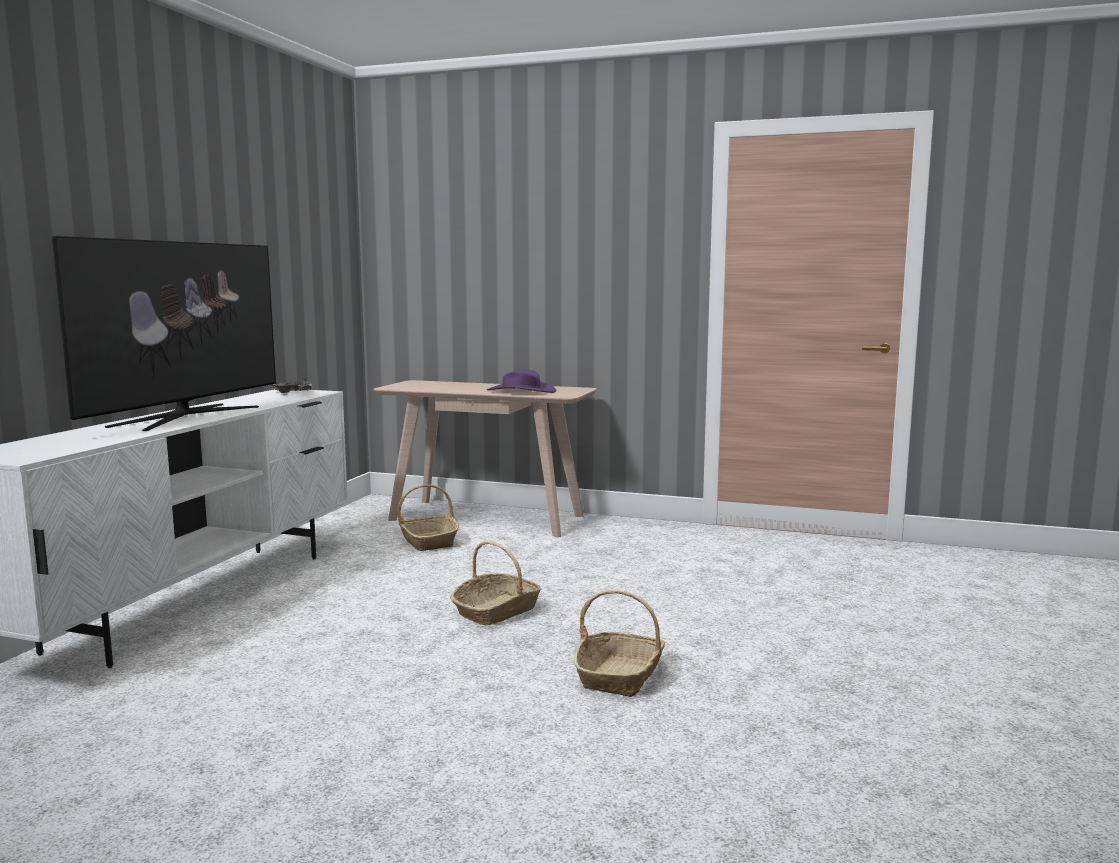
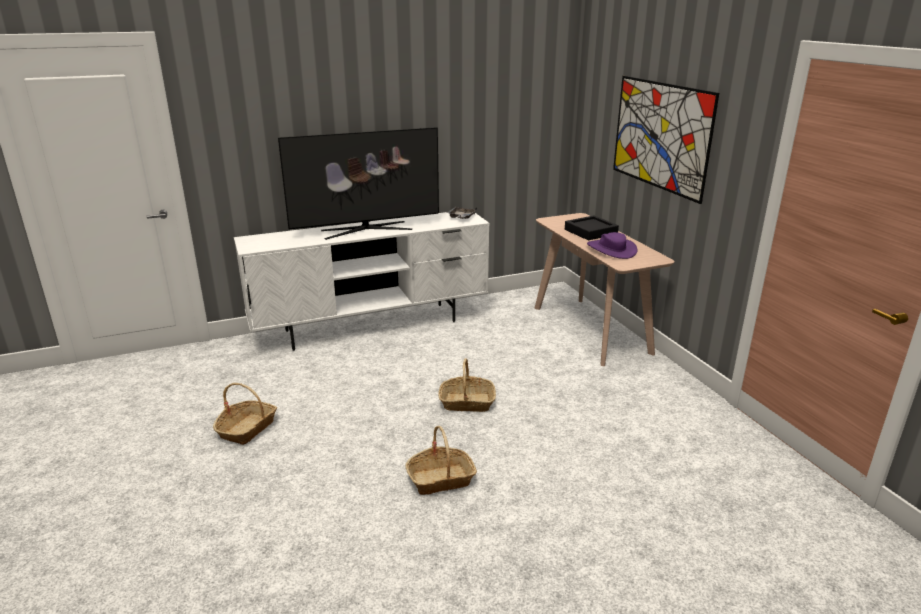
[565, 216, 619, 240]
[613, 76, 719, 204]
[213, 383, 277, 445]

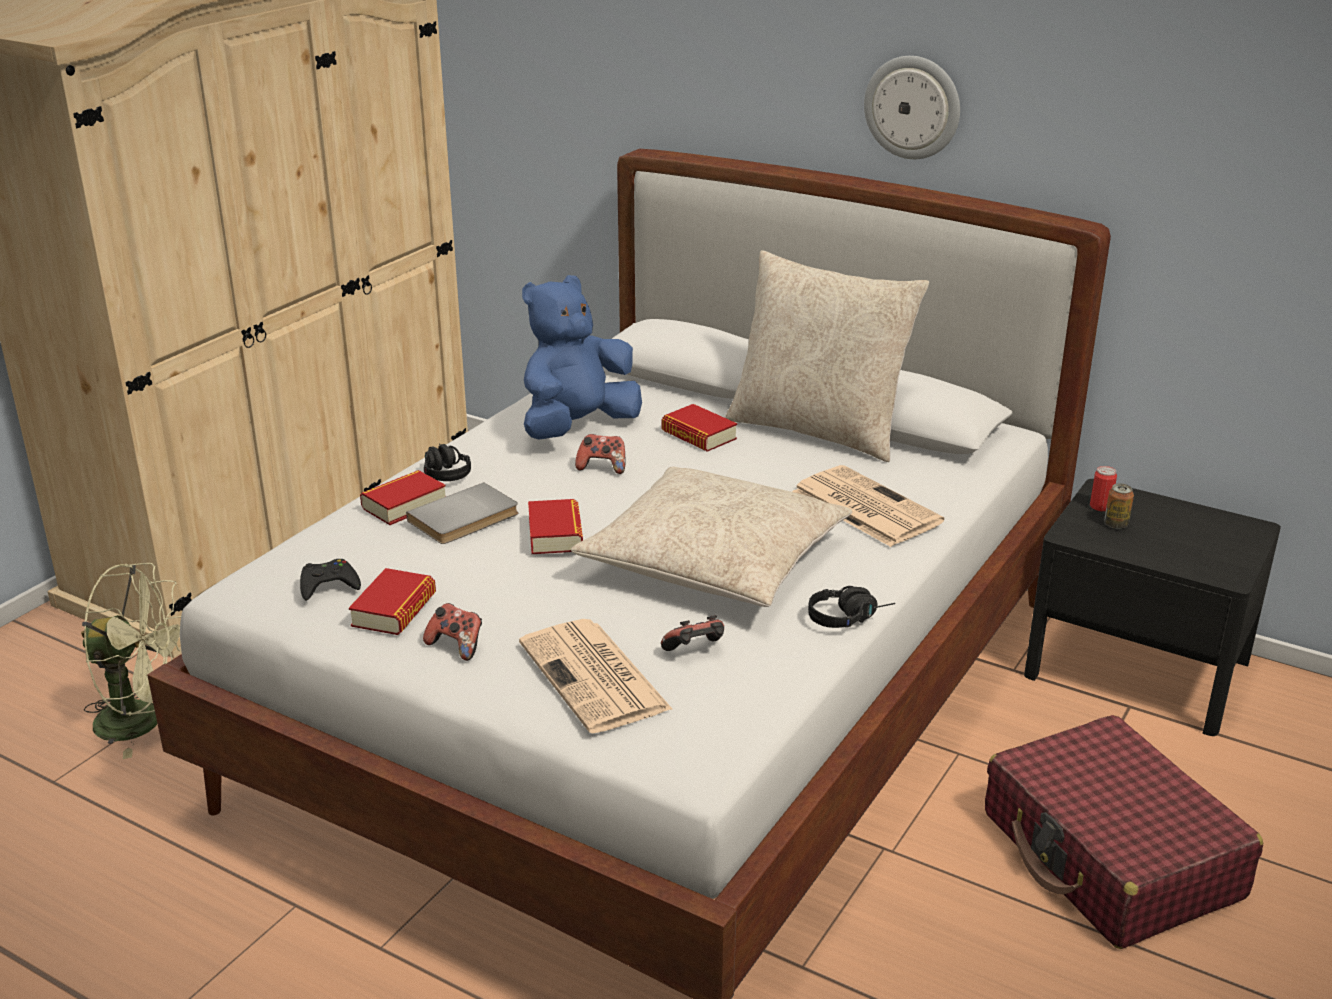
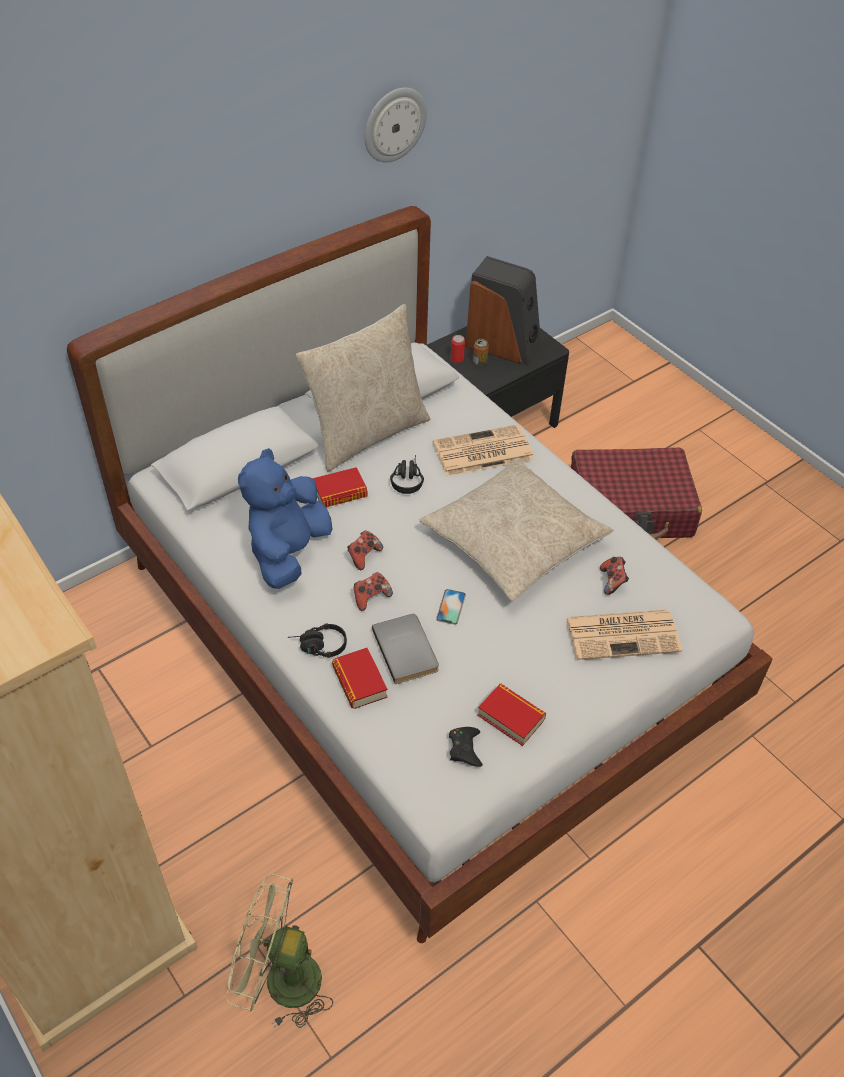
[466, 256, 541, 365]
[354, 572, 393, 611]
[390, 455, 424, 494]
[364, 88, 427, 163]
[436, 589, 466, 625]
[227, 874, 333, 1028]
[238, 448, 332, 589]

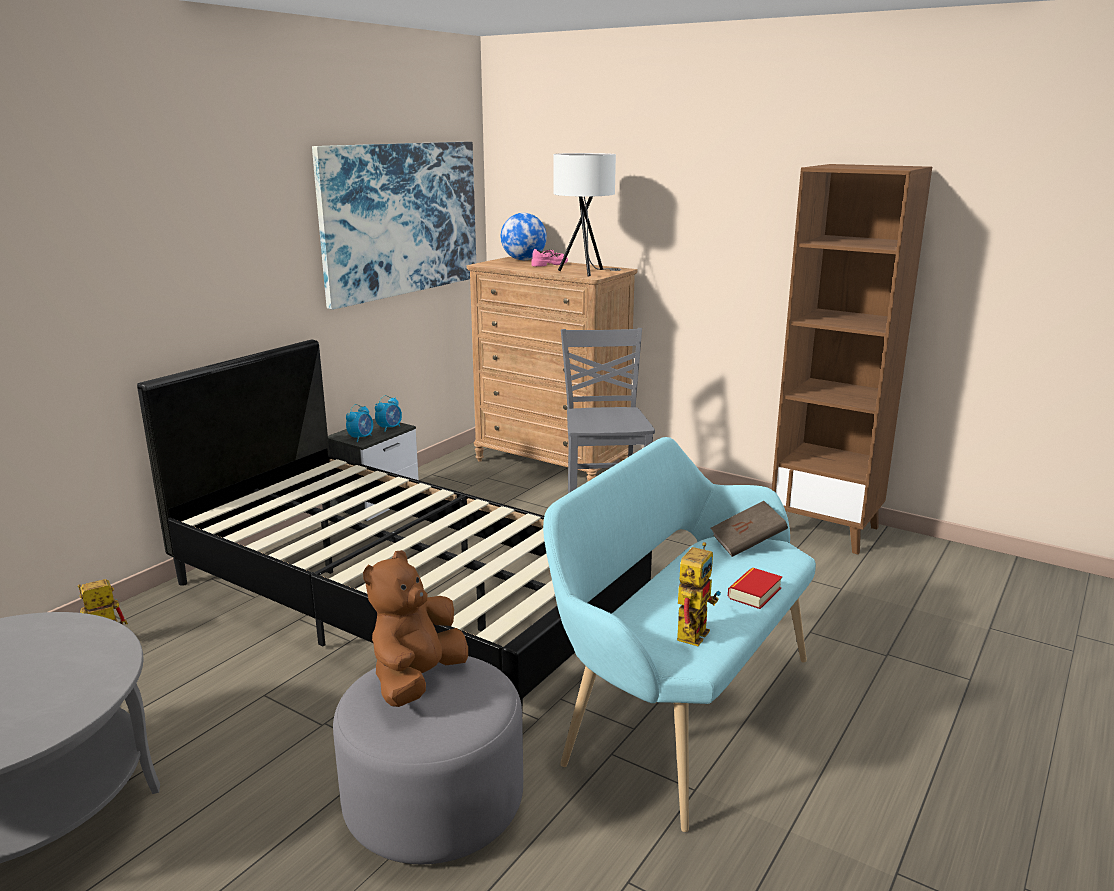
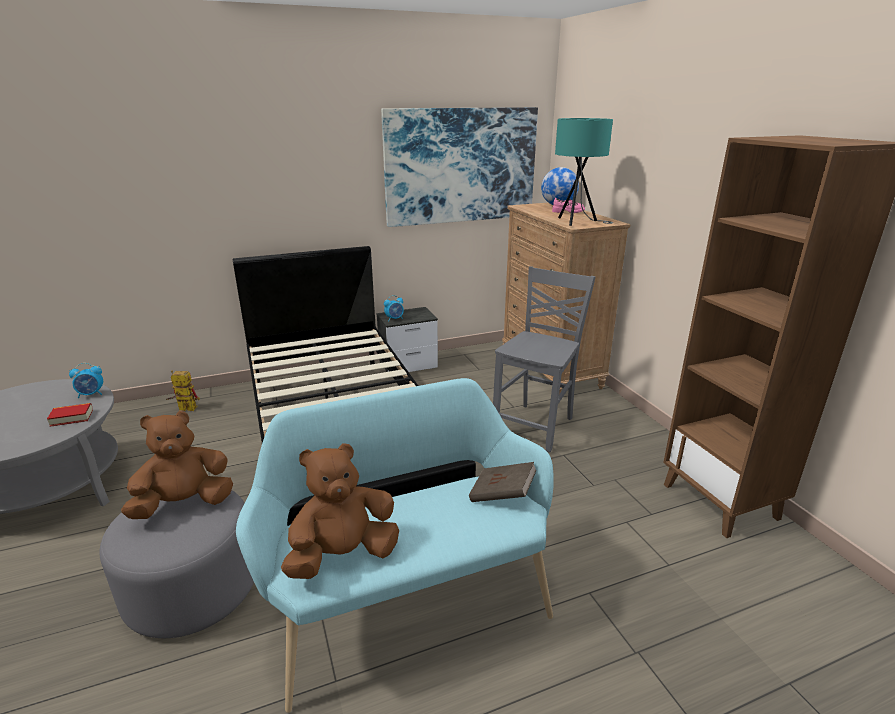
[69, 363, 103, 398]
[47, 403, 93, 427]
[281, 443, 399, 579]
[555, 118, 613, 226]

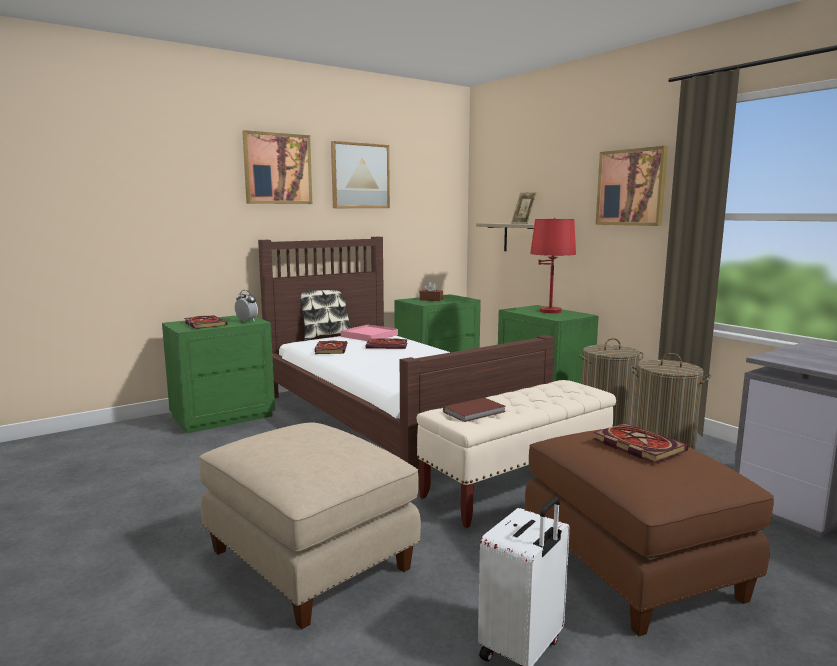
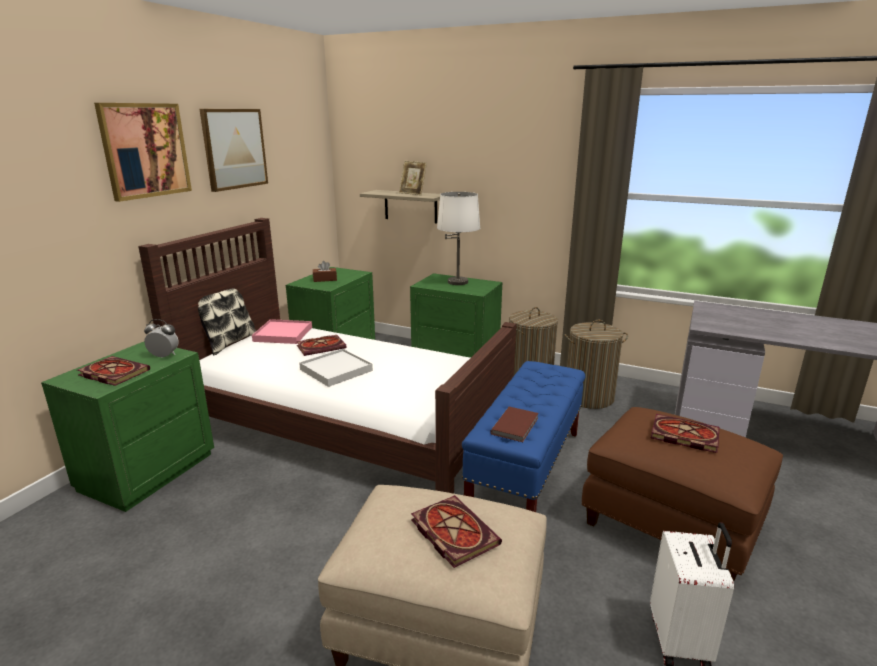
[596, 146, 668, 226] (first image)
[299, 349, 373, 387]
[411, 495, 502, 568]
[462, 361, 585, 512]
[437, 192, 480, 285]

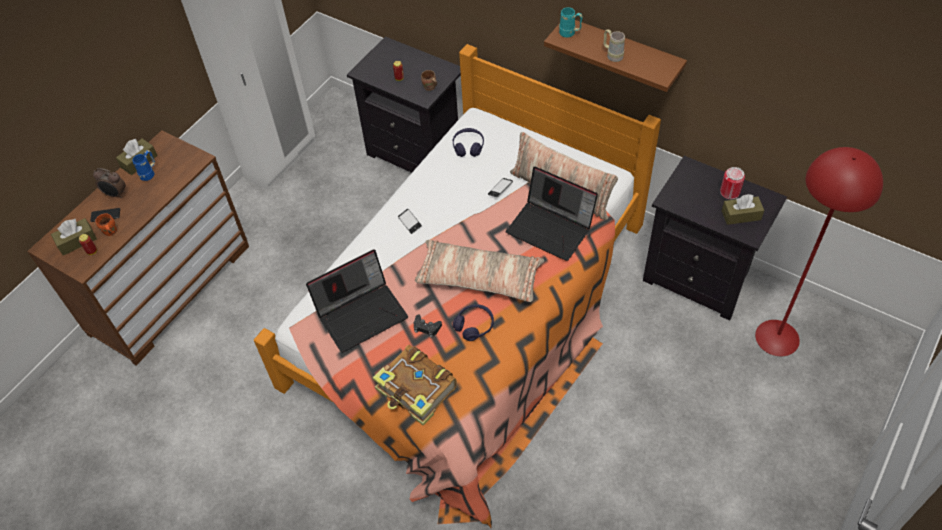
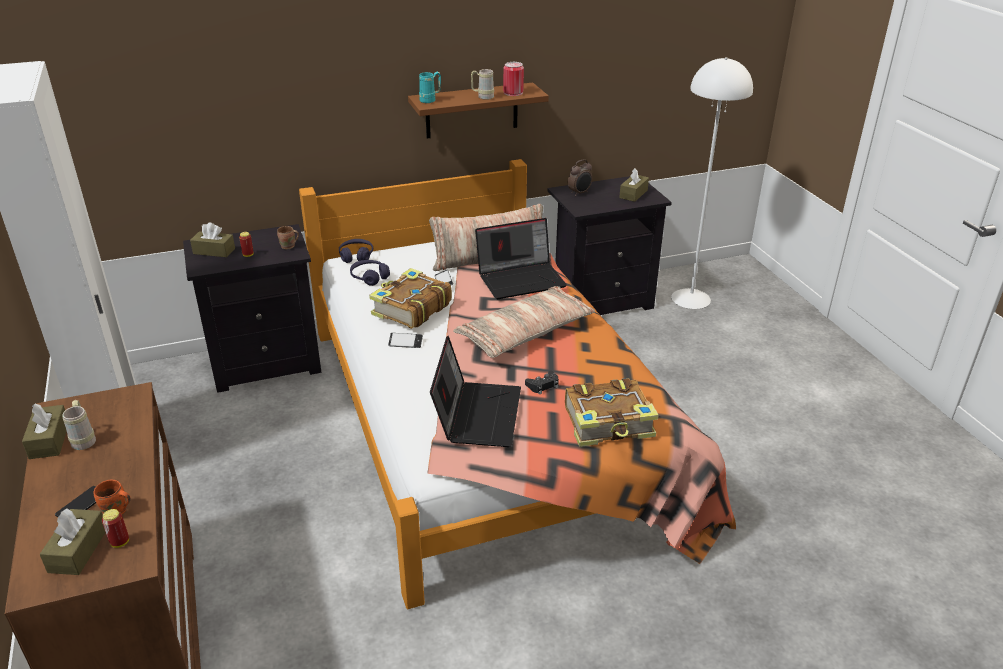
[190, 222, 235, 257]
[369, 268, 452, 329]
[568, 159, 592, 196]
[339, 239, 373, 263]
[503, 62, 524, 96]
[62, 400, 96, 450]
[671, 57, 753, 309]

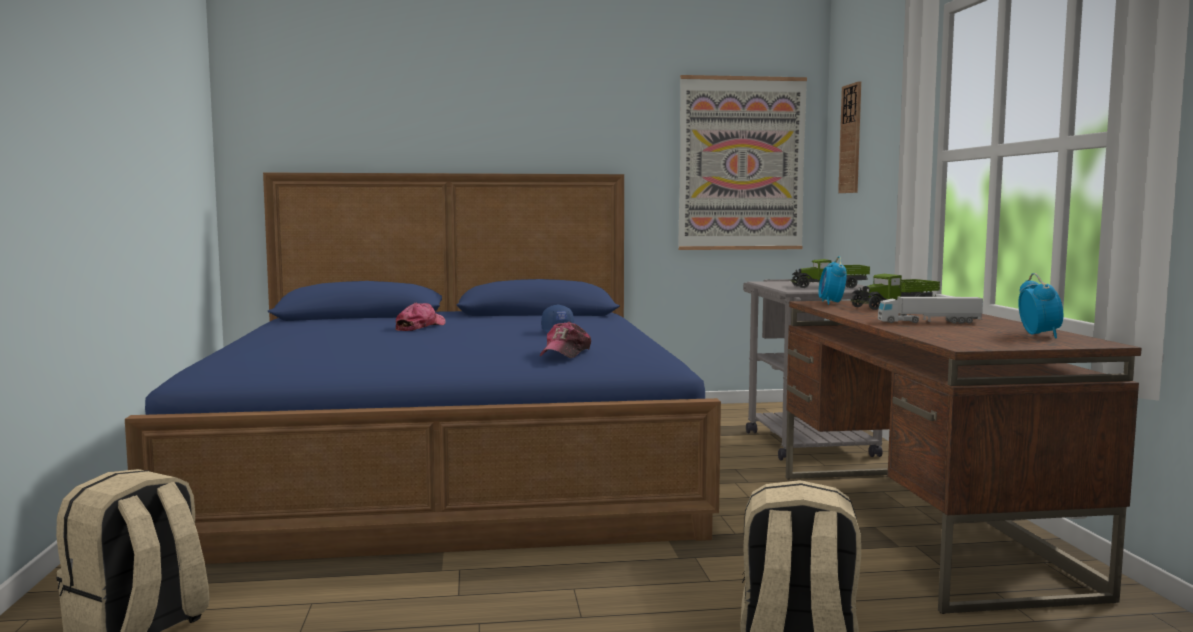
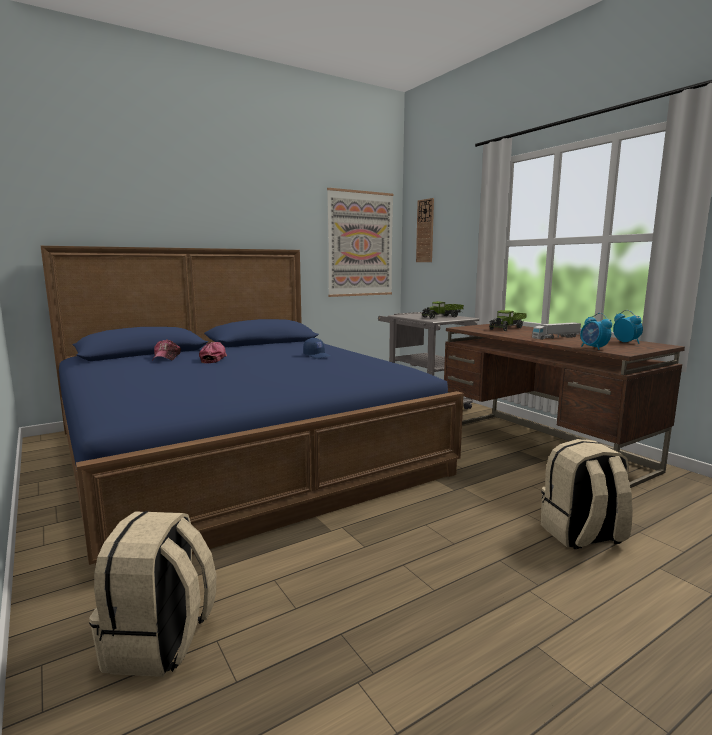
[152, 339, 181, 361]
[580, 313, 612, 350]

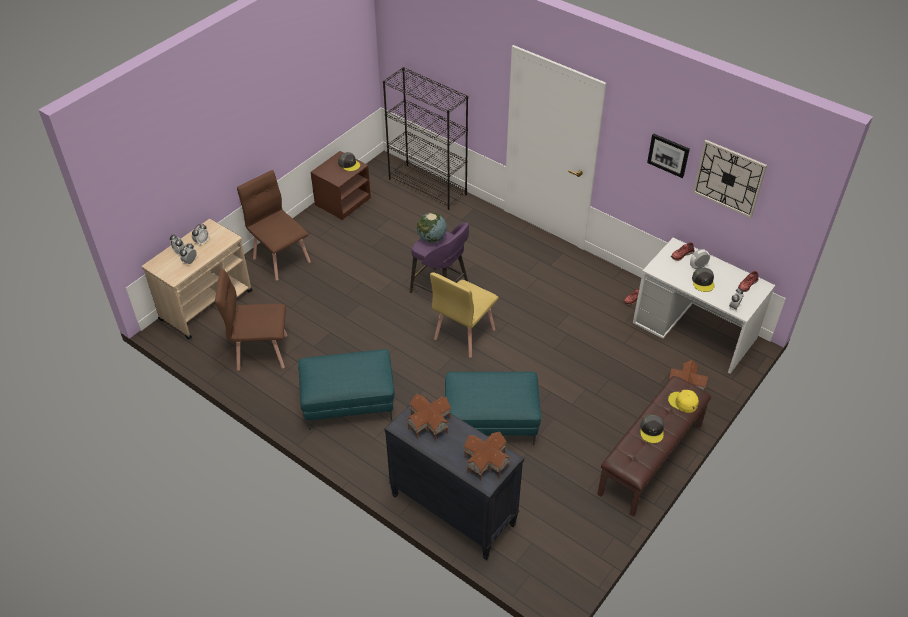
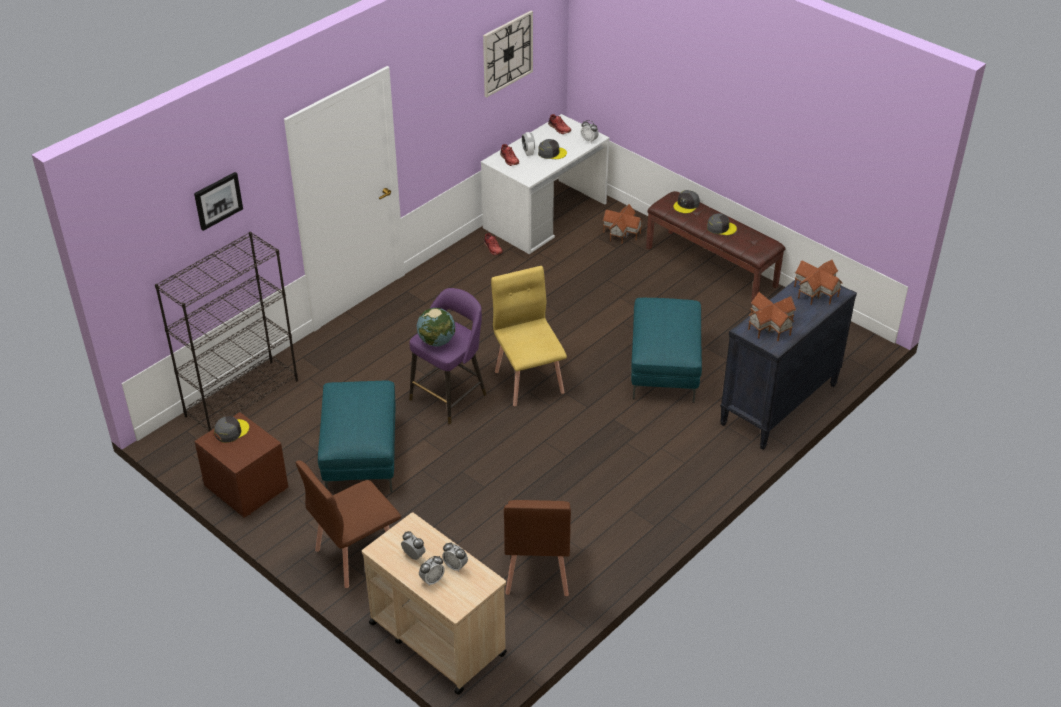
[318, 380, 395, 492]
[194, 172, 243, 231]
[673, 190, 700, 213]
[491, 266, 567, 406]

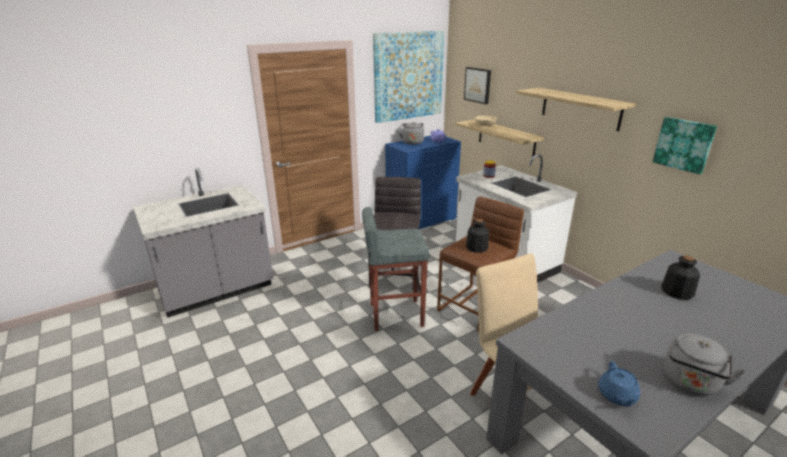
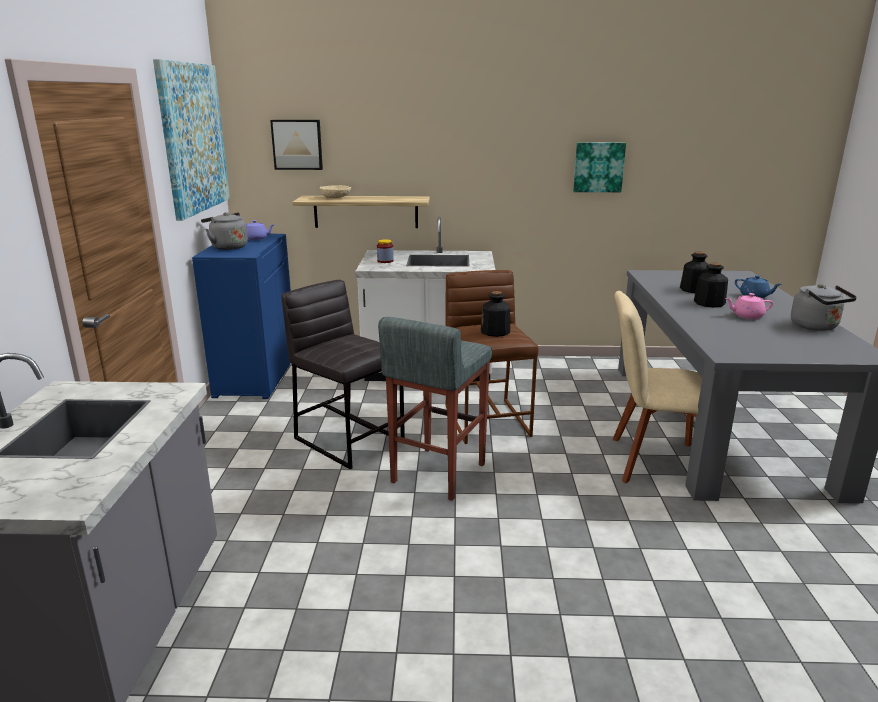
[516, 88, 636, 131] (first image)
[694, 263, 728, 308]
[725, 293, 773, 319]
[735, 275, 782, 298]

